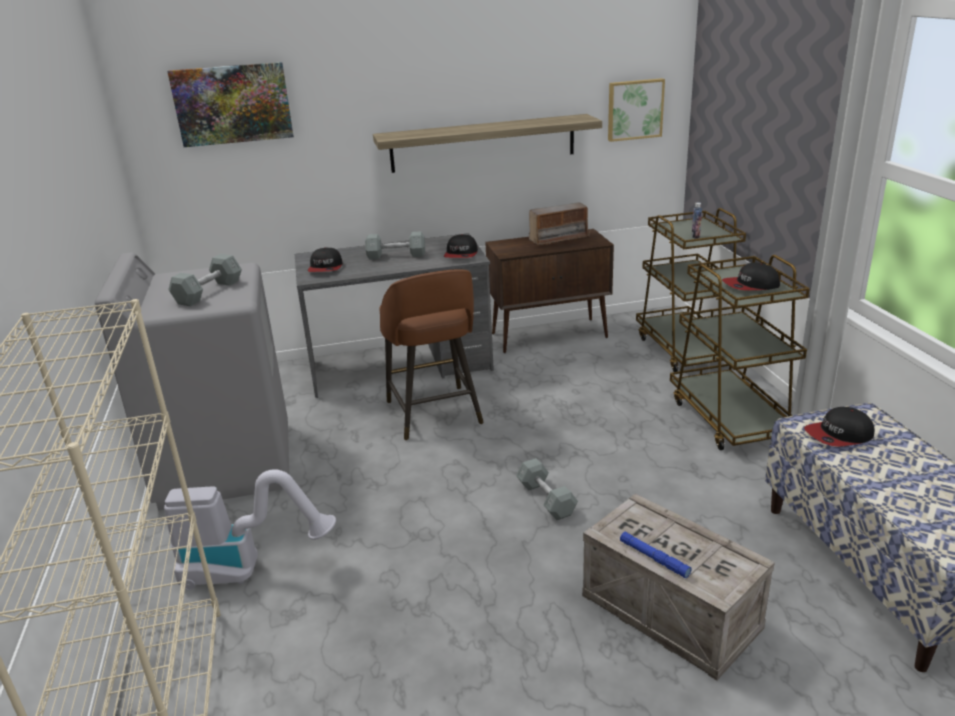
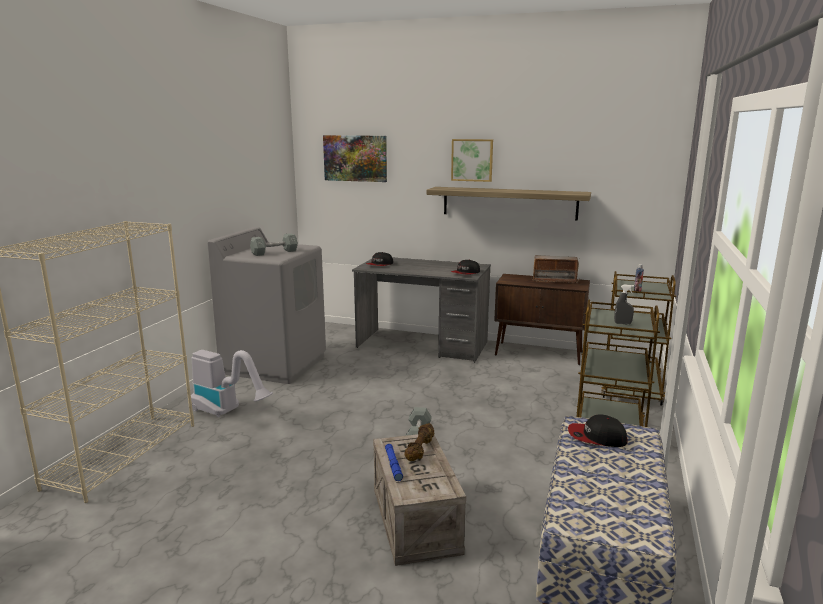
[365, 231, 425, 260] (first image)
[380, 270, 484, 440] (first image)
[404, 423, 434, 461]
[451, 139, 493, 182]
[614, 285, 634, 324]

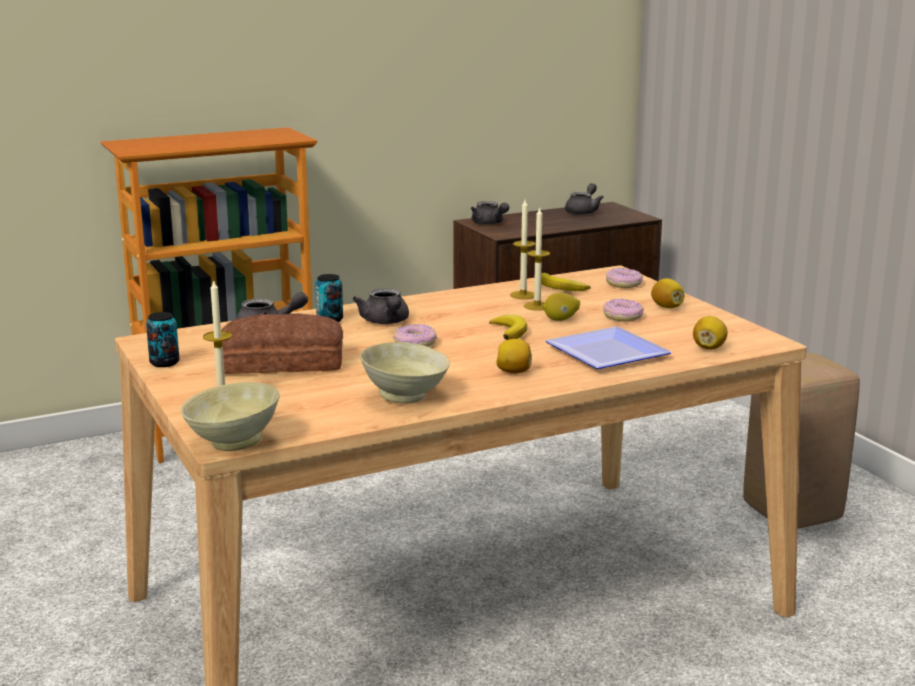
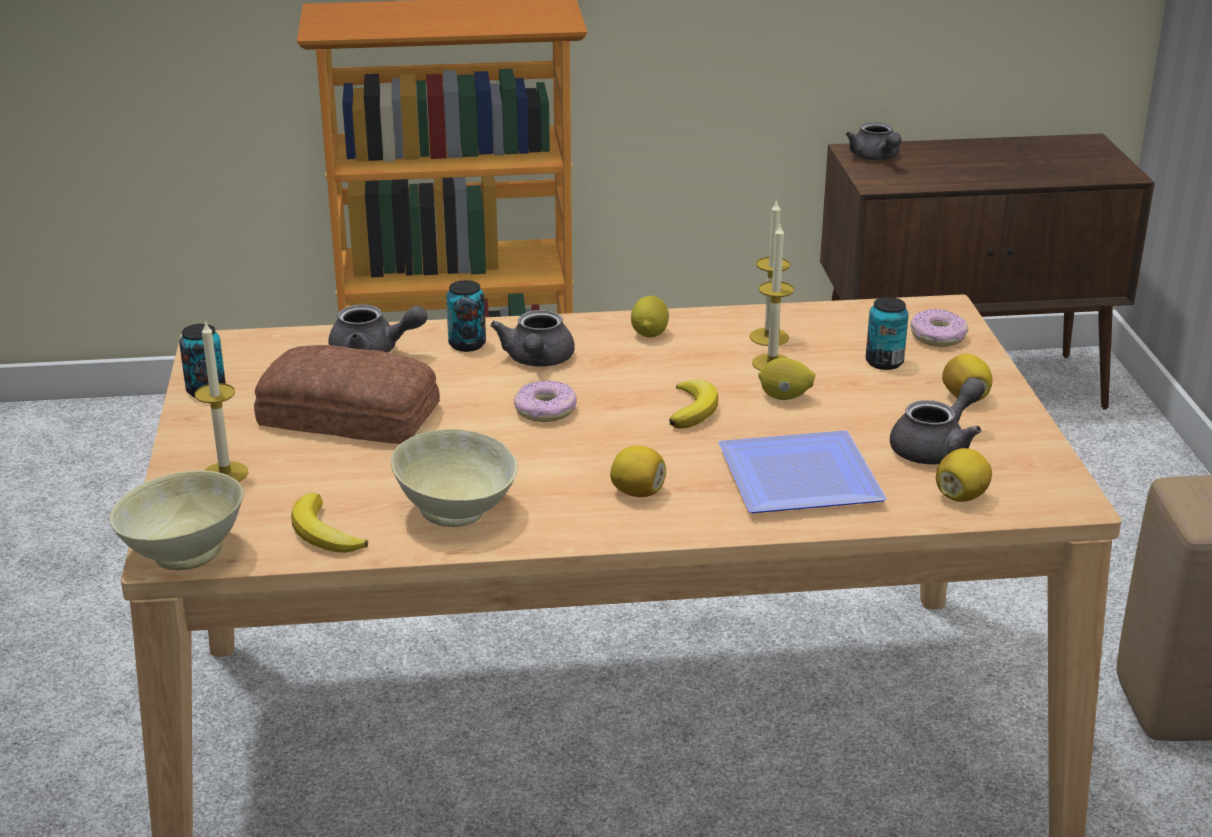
[603, 299, 644, 322] (first image)
[631, 296, 669, 338]
[866, 297, 909, 370]
[291, 493, 368, 553]
[890, 377, 985, 465]

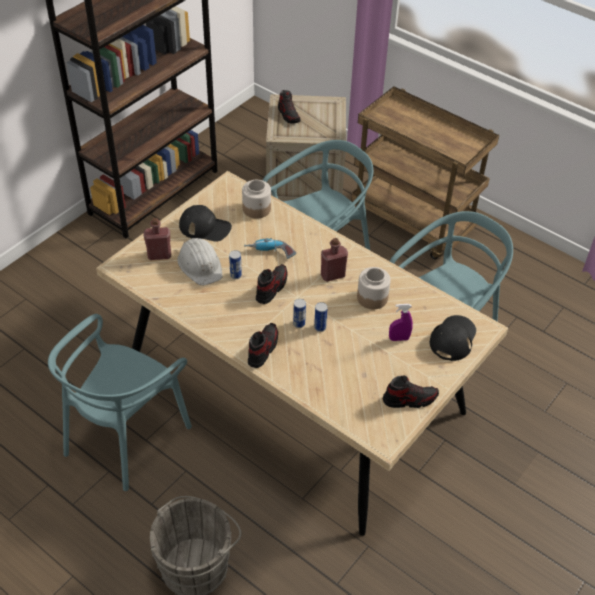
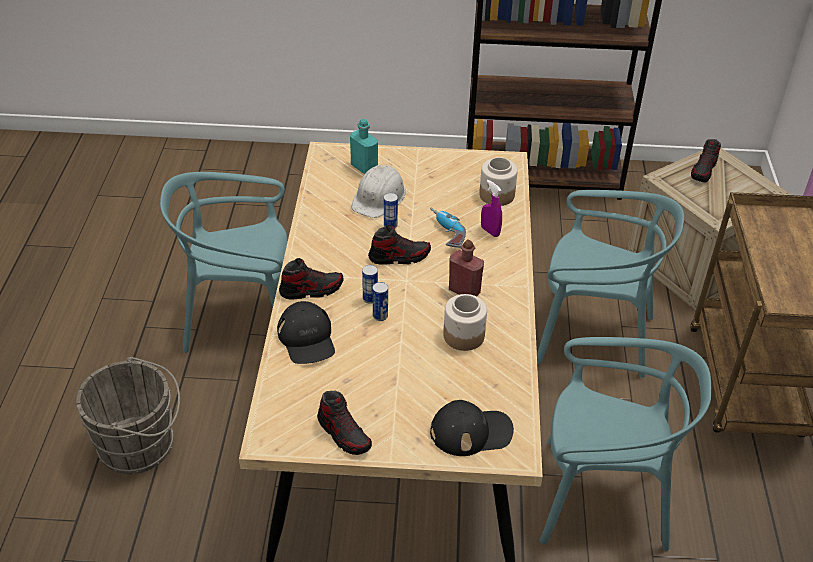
[277, 301, 335, 364]
[481, 180, 502, 237]
[350, 119, 378, 174]

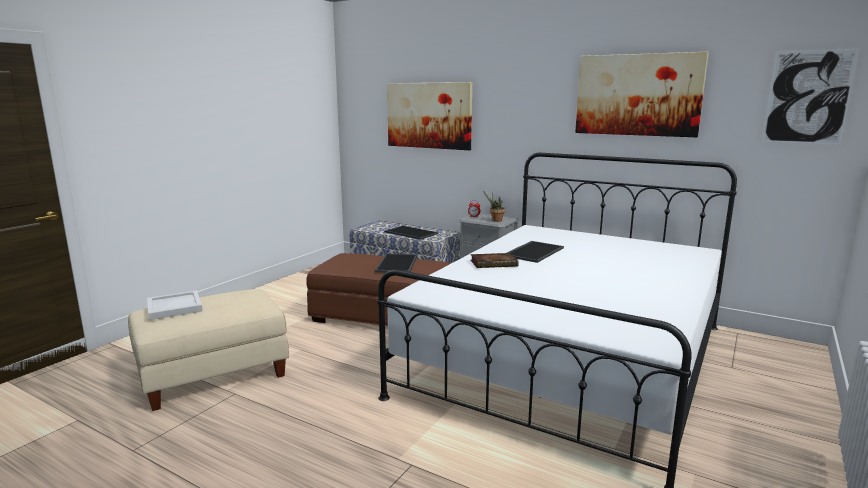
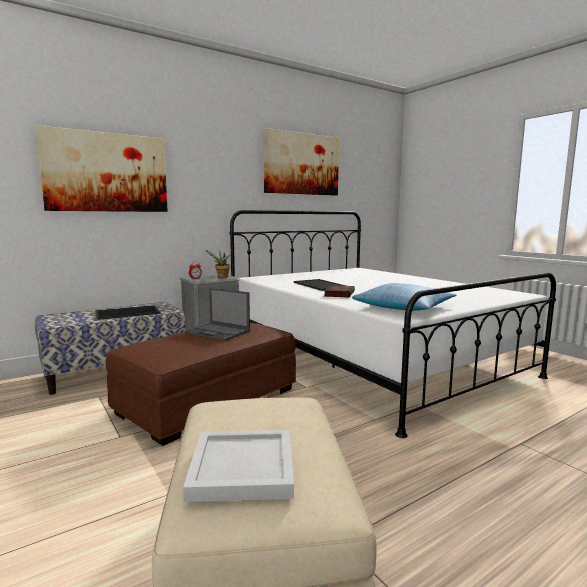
[762, 48, 860, 145] (first image)
[352, 283, 457, 311]
[185, 288, 250, 341]

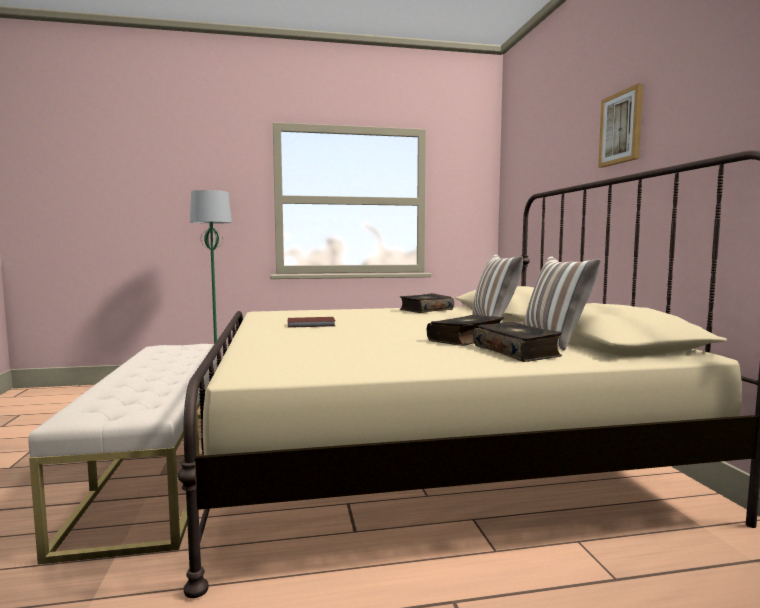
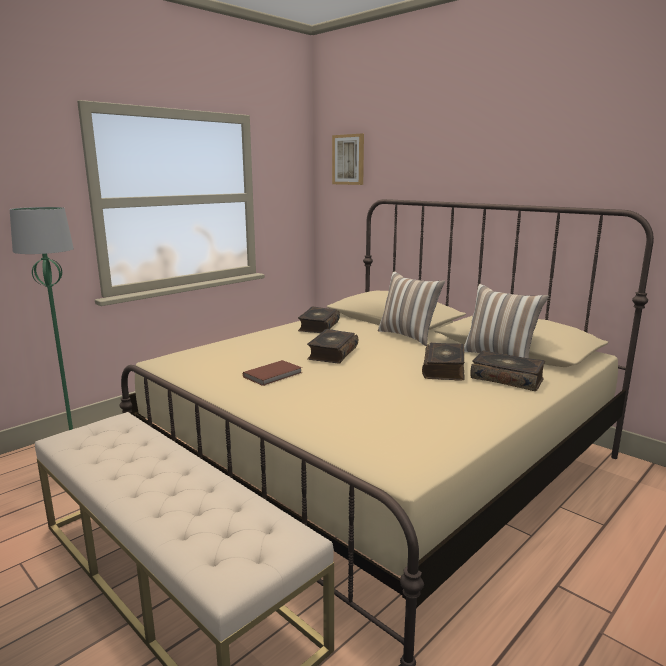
[307, 329, 358, 364]
[332, 134, 364, 185]

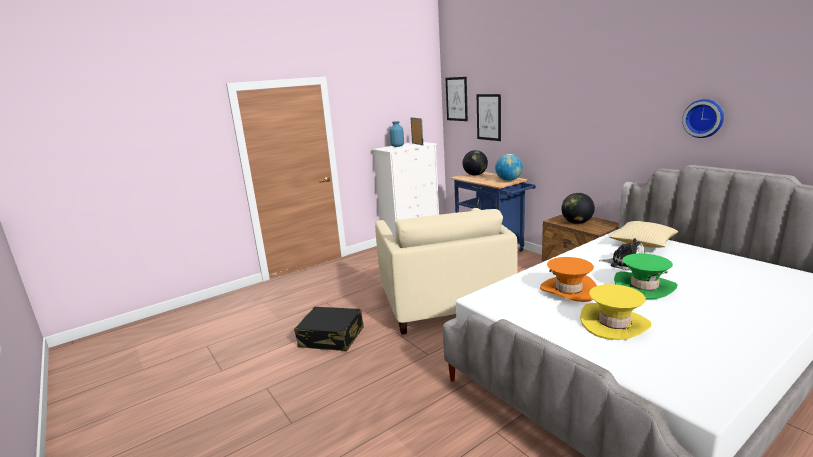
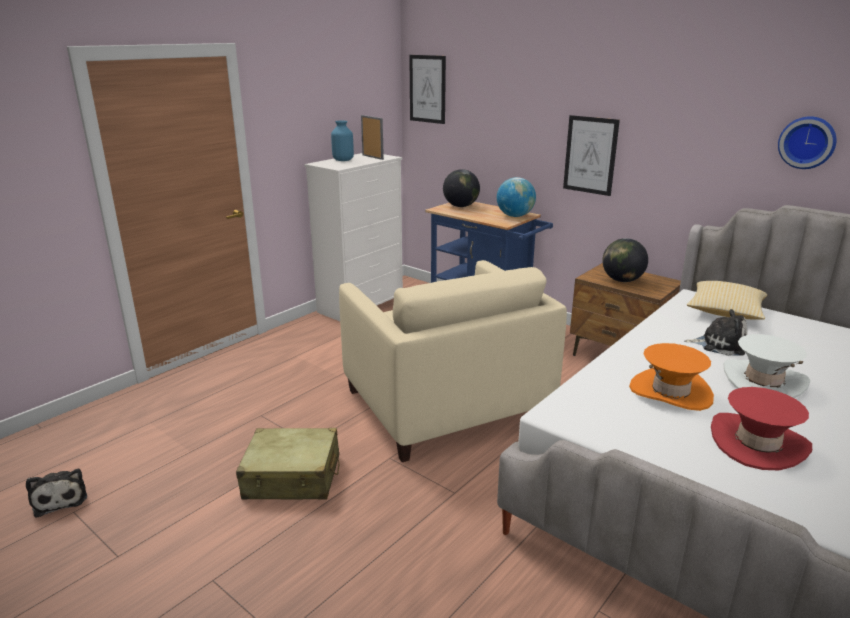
[26, 469, 87, 518]
[563, 115, 620, 196]
[236, 428, 340, 500]
[711, 387, 812, 471]
[724, 334, 810, 398]

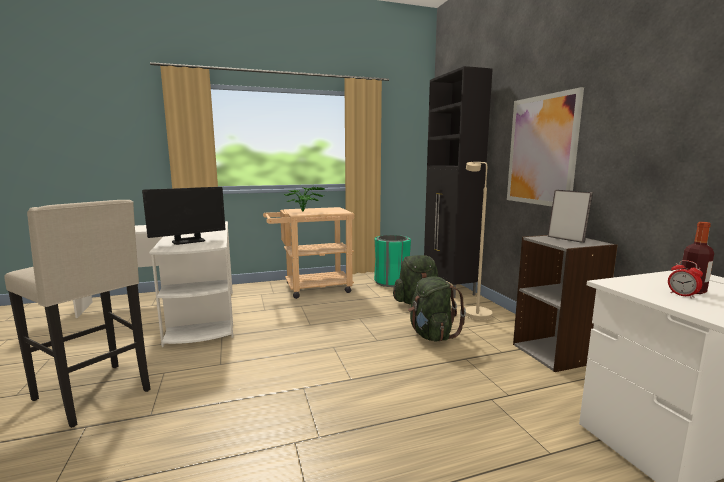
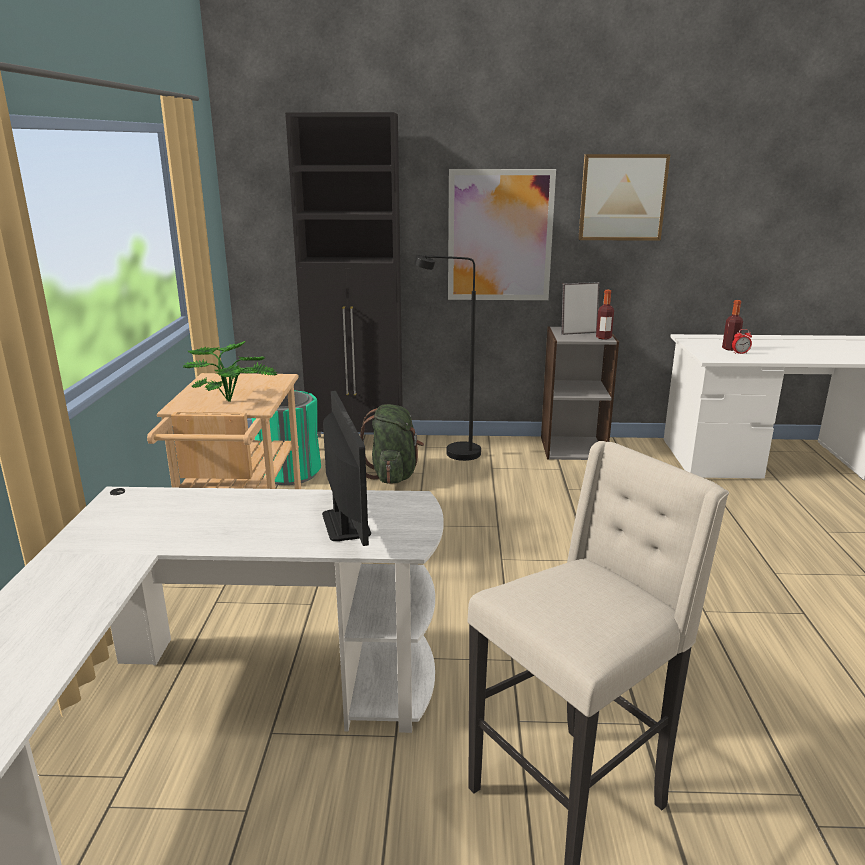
[408, 276, 466, 342] (first image)
[578, 154, 670, 241]
[596, 290, 614, 340]
[414, 255, 481, 461]

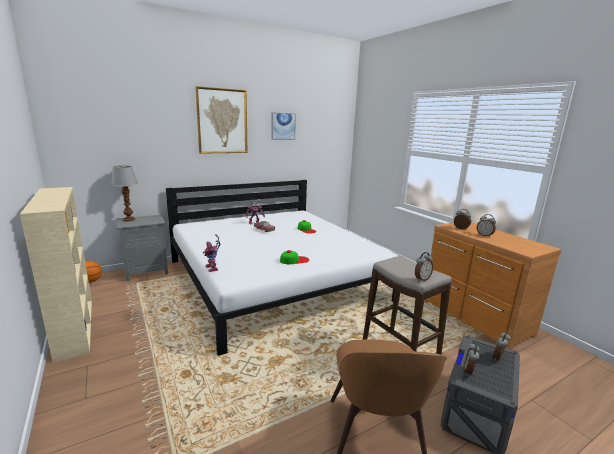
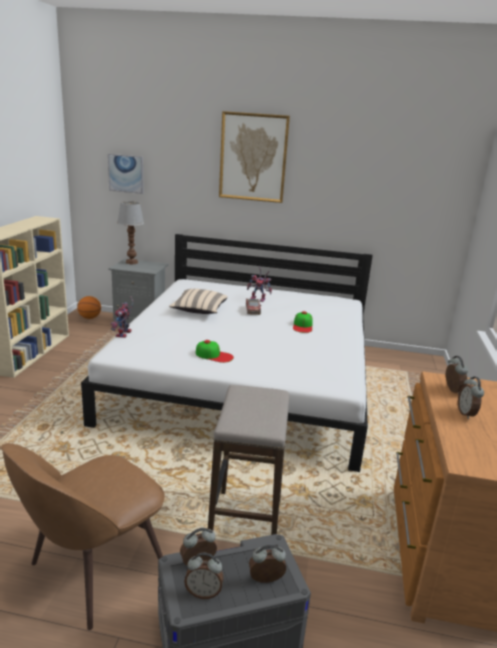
[169, 289, 228, 314]
[108, 154, 144, 194]
[184, 553, 224, 599]

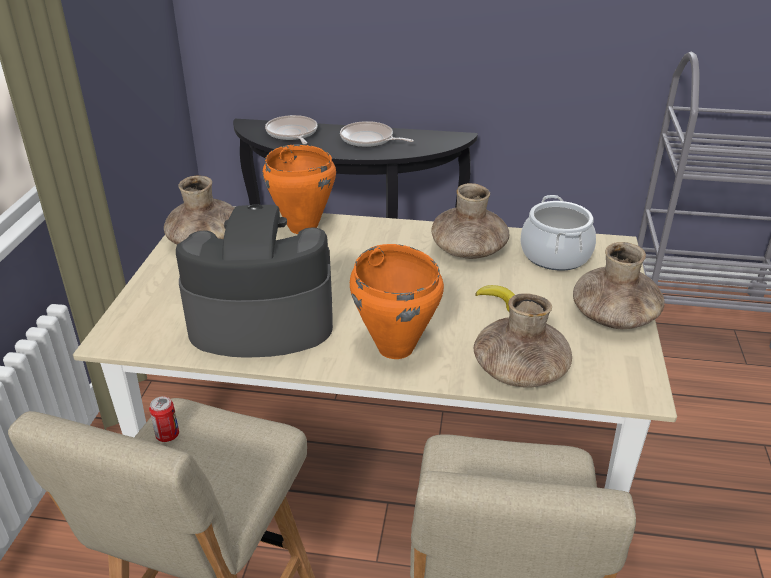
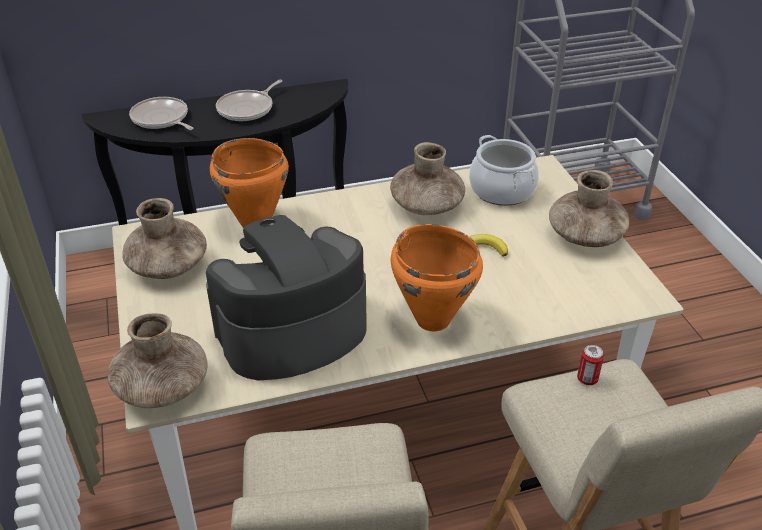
[577, 345, 604, 385]
[107, 313, 208, 408]
[216, 80, 283, 121]

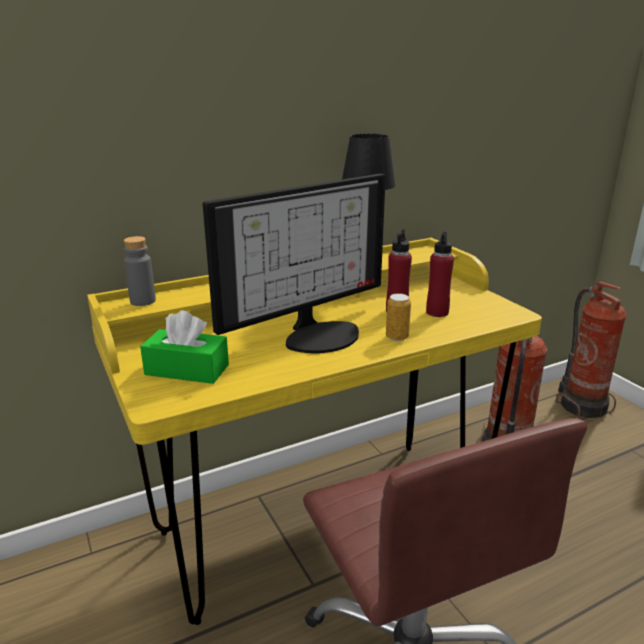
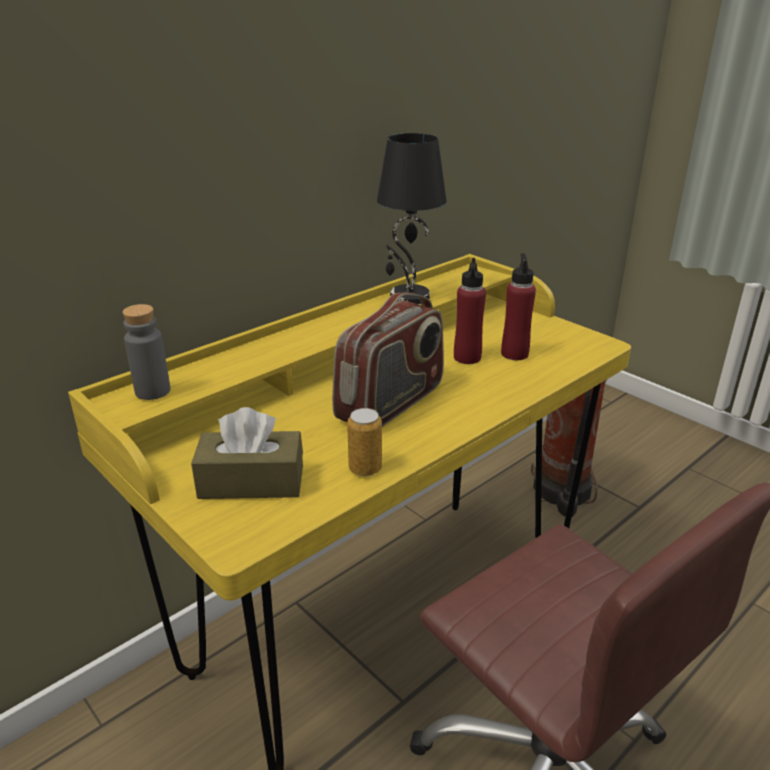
[556, 282, 626, 420] (first image)
[347, 408, 382, 476]
[332, 293, 444, 427]
[191, 407, 303, 499]

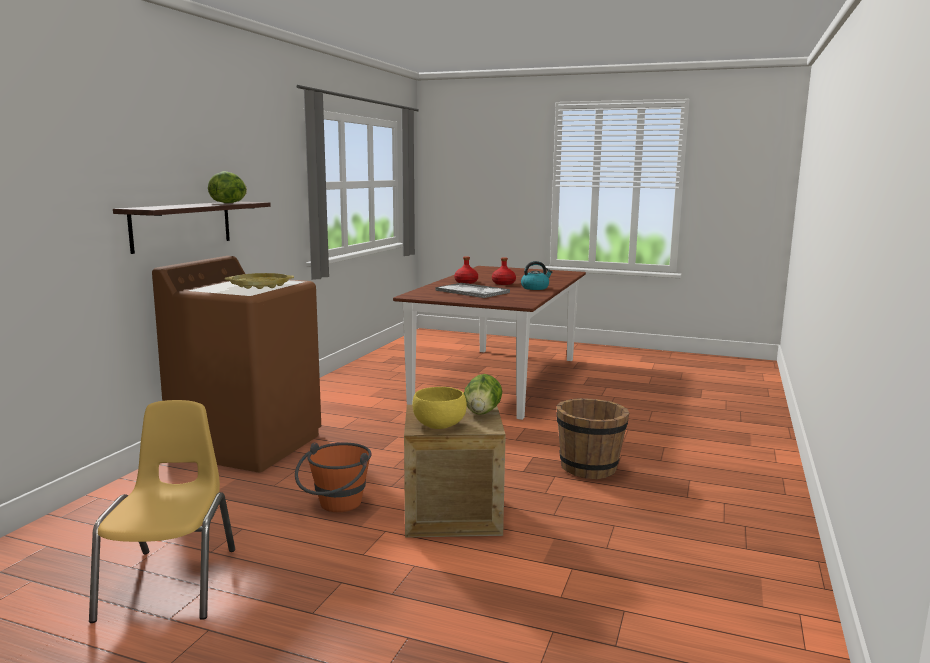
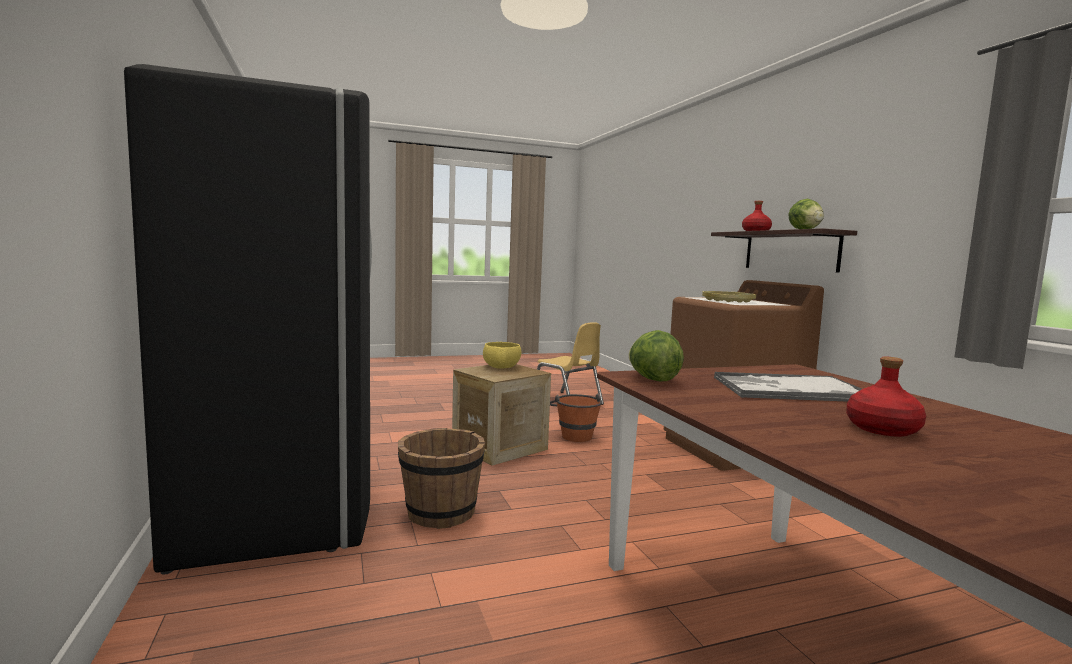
[521, 261, 553, 290] (first image)
[124, 64, 372, 575]
[742, 201, 772, 231]
[629, 330, 684, 381]

